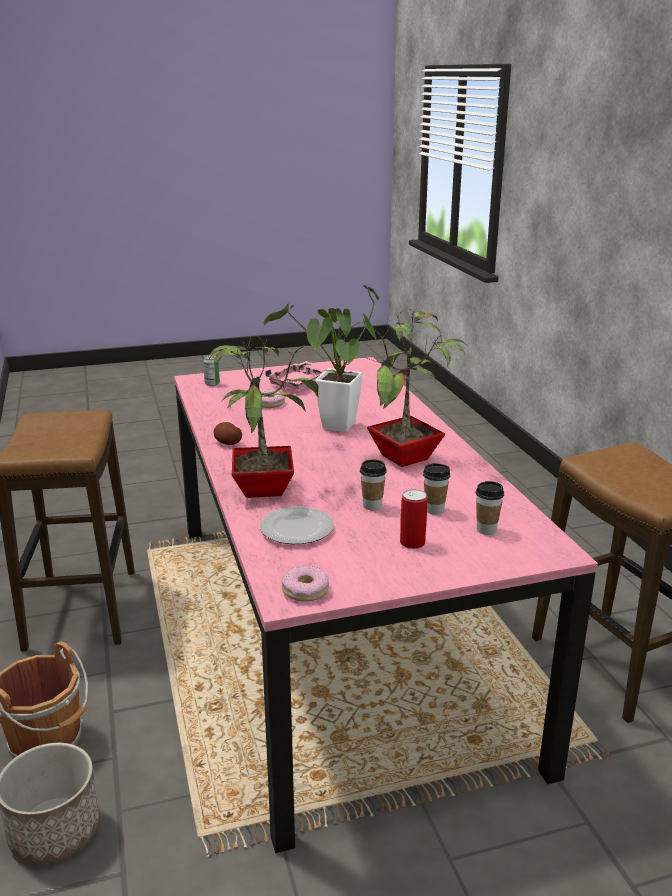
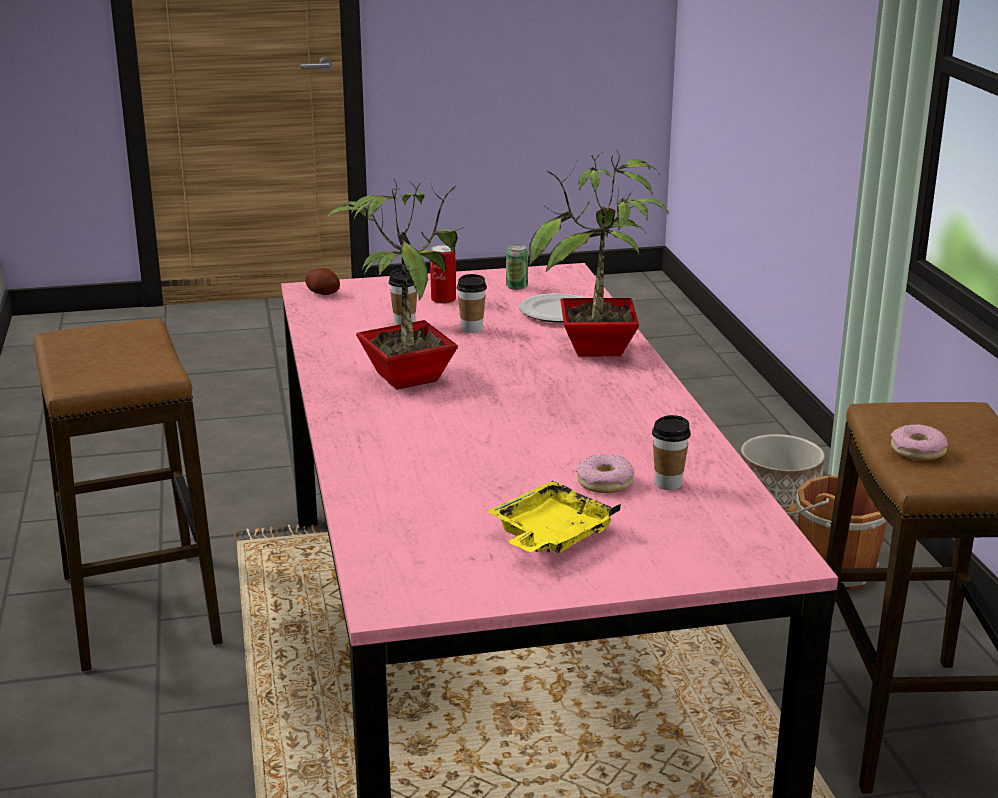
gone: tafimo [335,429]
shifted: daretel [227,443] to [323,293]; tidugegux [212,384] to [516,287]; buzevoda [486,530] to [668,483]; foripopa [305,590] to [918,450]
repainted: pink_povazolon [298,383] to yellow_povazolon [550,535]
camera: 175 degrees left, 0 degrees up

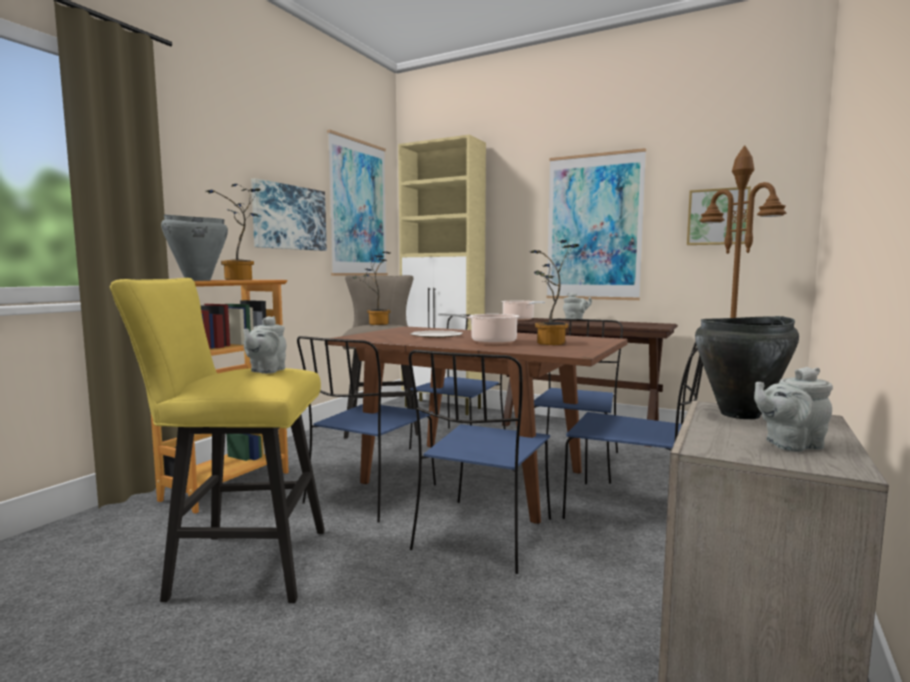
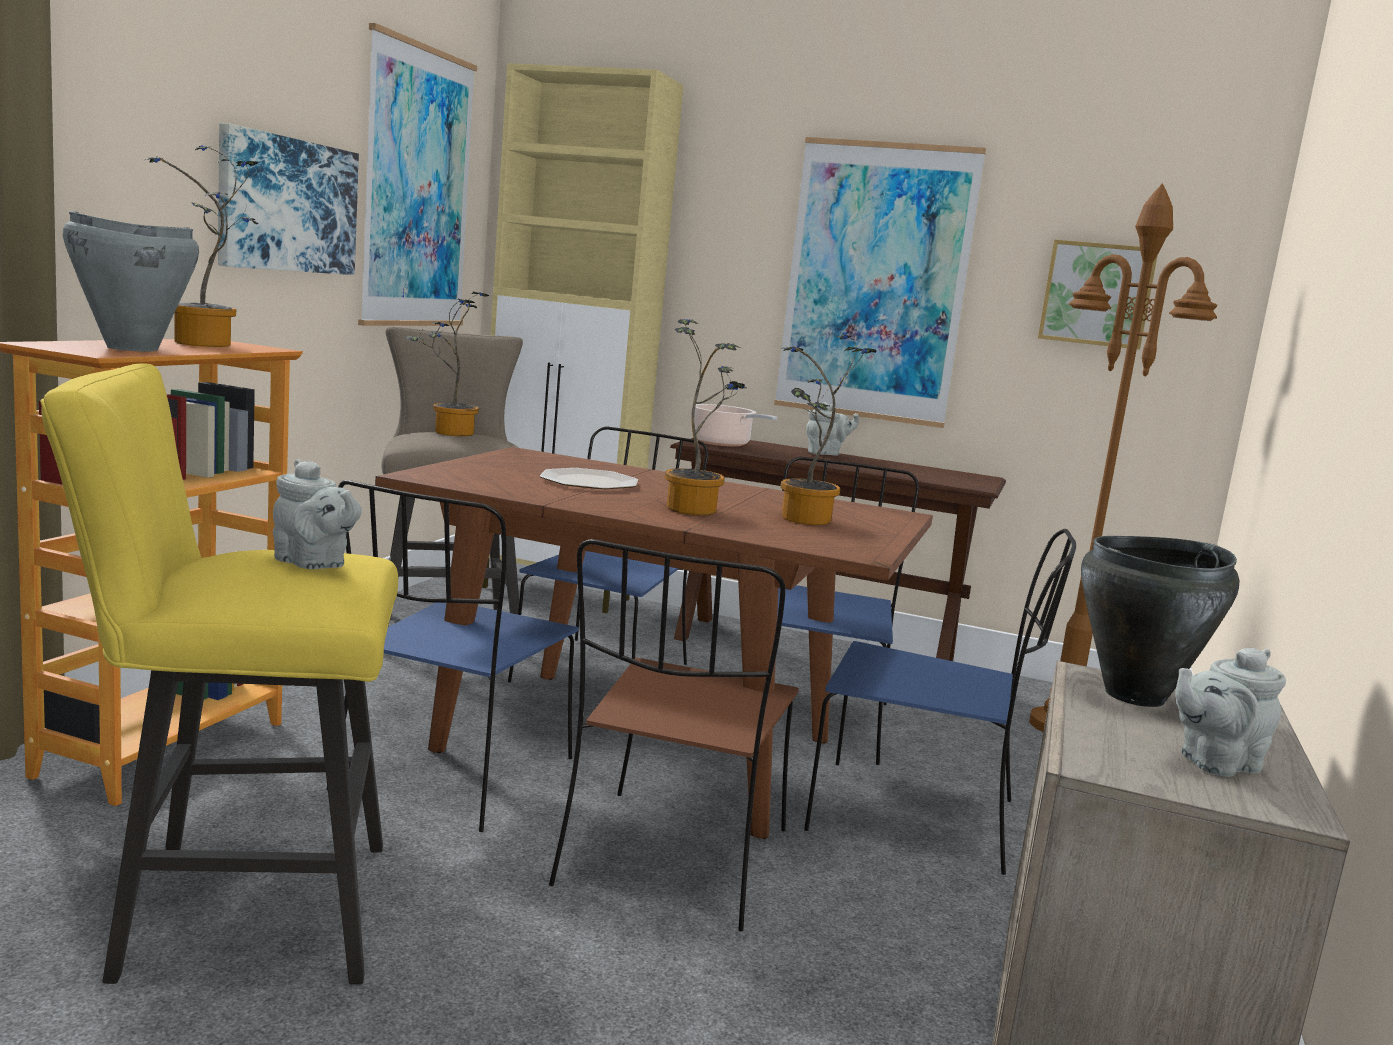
swapped: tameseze [490,342] to tafimo [697,509]
repainted: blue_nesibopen [483,536] to brown_nesibopen [672,861]
rotated: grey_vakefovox [266,371] = [314,564] 60 degrees counterclockwise
camera: 10 degrees left, 5 degrees up

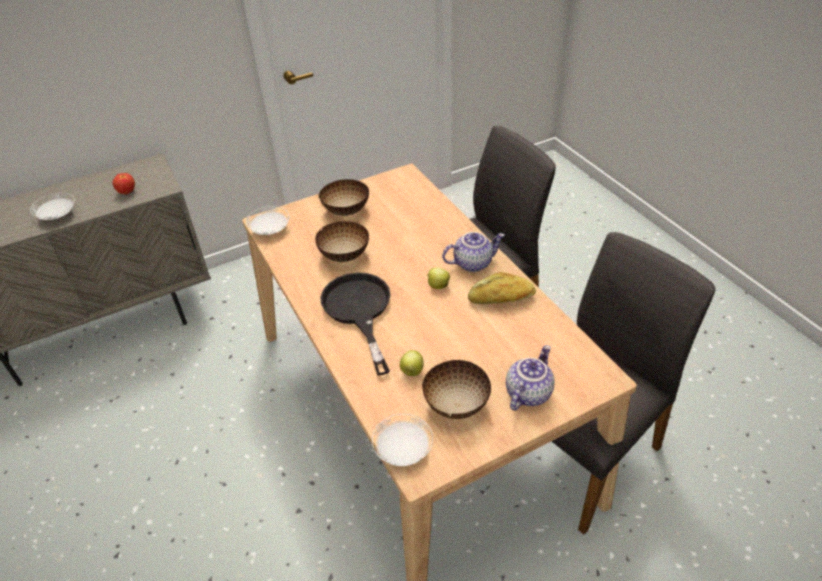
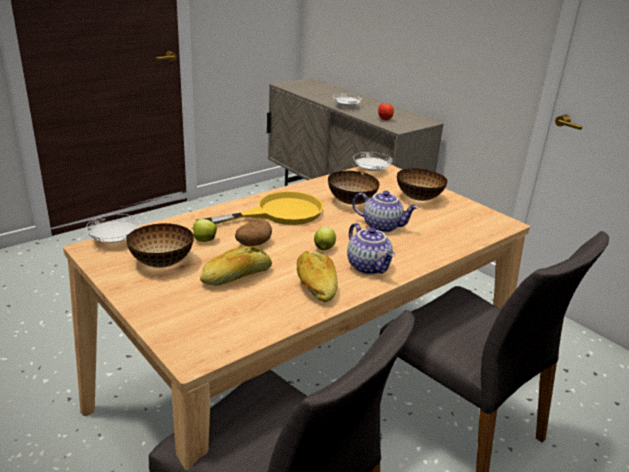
new: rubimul [237,277]; daretel [253,244]
shifted: vakefovox [527,392] to [382,226]
repainted: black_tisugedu [359,311] to yellow_tisugedu [278,213]
camera: 75 degrees right, 15 degrees down

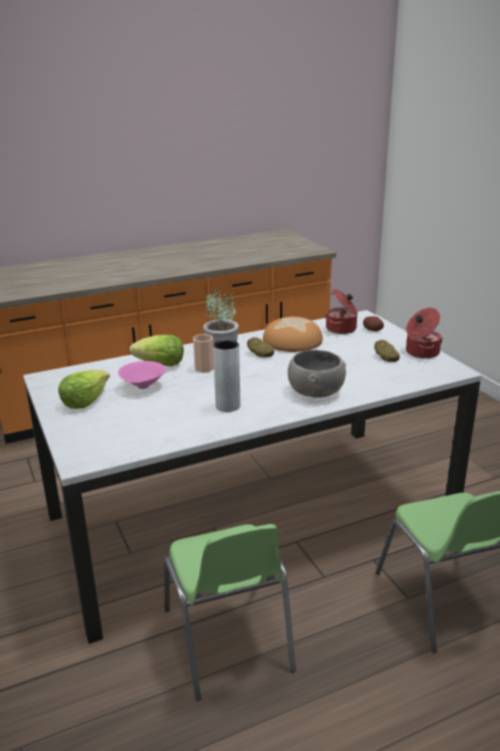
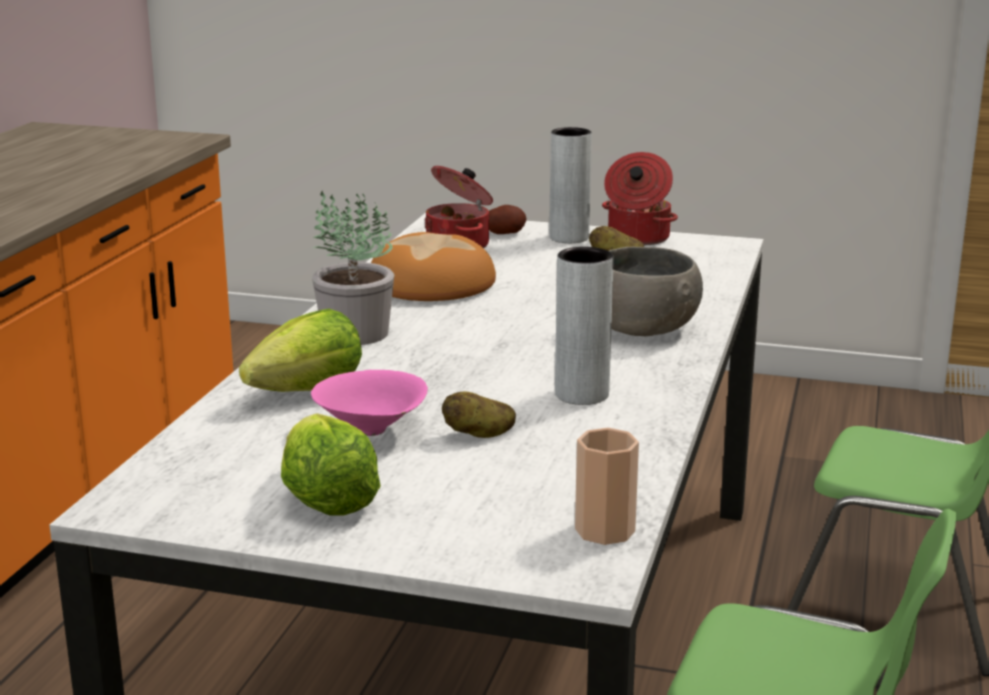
new: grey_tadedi [569,238]
shifted: daretel [260,355] to [479,434]; buzevoda [204,368] to [605,530]
camera: 50 degrees left, 5 degrees down

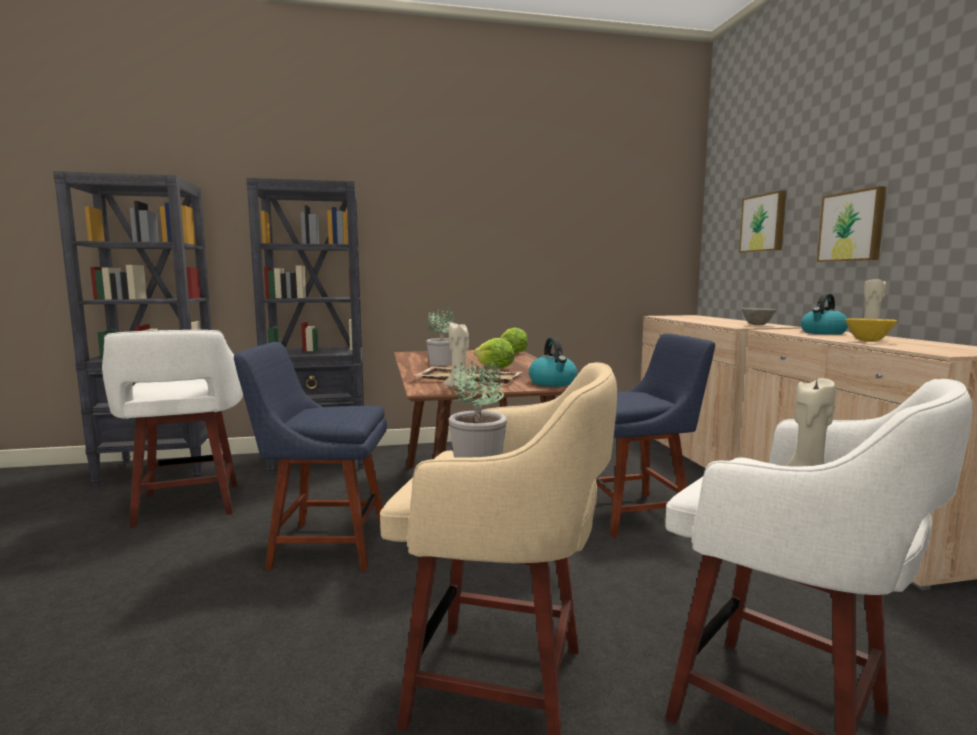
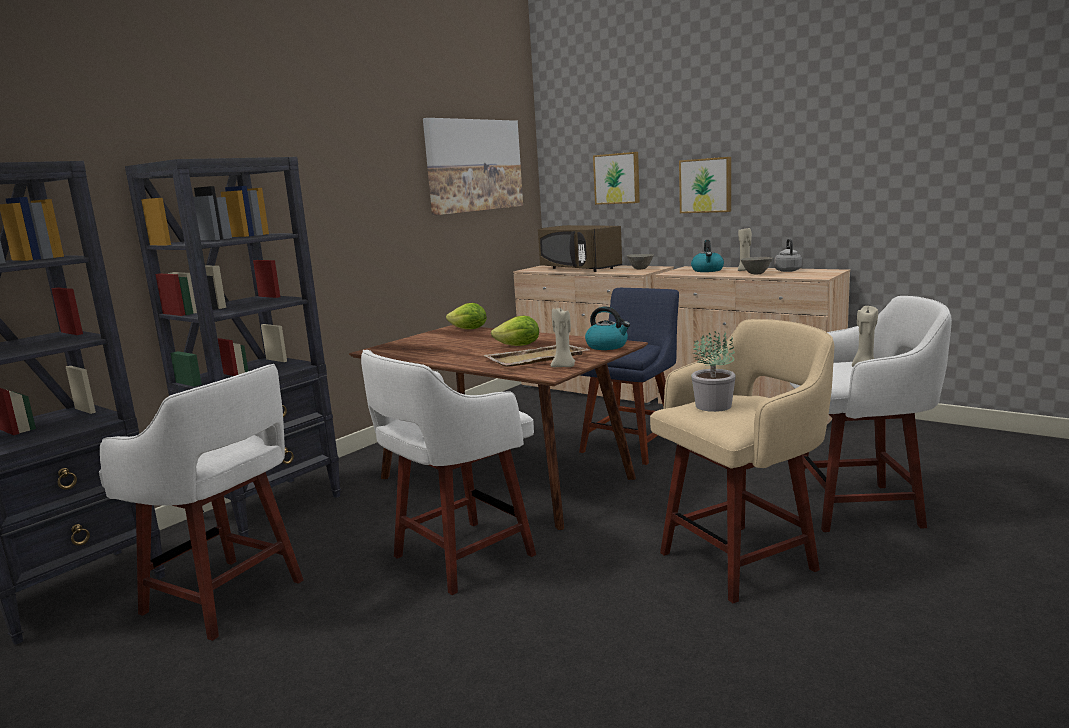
gone: tafimo [442,363]
new: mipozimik [474,165]; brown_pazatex [578,269]; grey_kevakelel [787,270]
swapped: blue_nesibopen [323,545] to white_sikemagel [459,558]
repainted: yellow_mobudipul [868,341] to grey_mobudipul [756,274]
camera: 40 degrees left, 5 degrees up

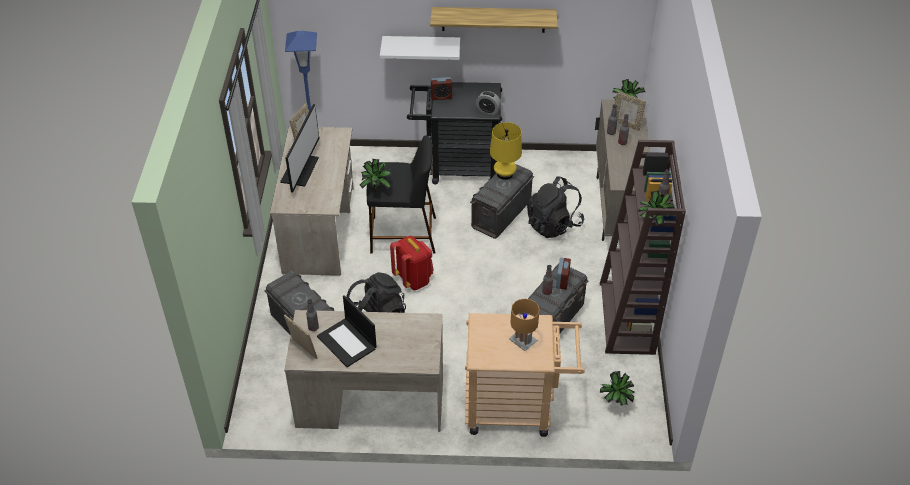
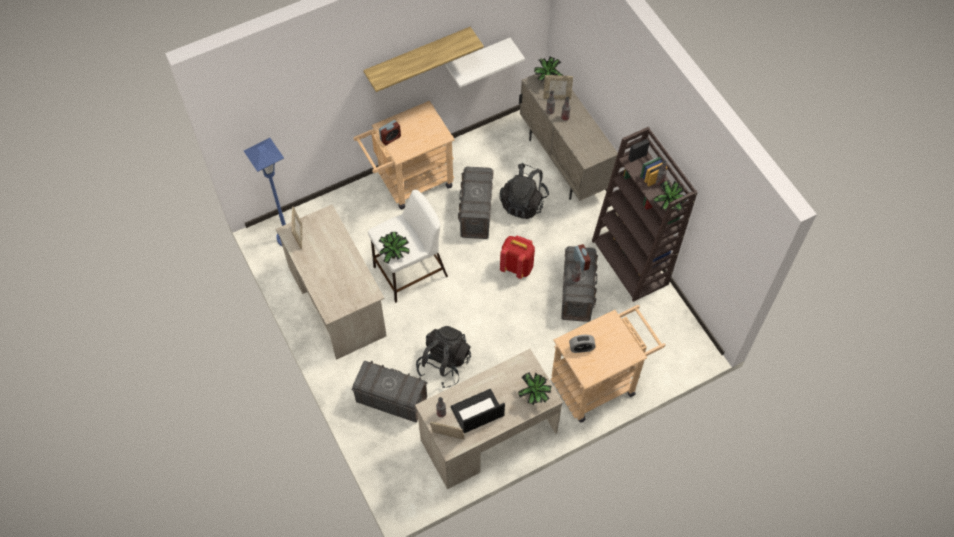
gone: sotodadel [300,170]; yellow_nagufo [504,174]; brown_nagufo [522,341]
shifted: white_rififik [421,47] to [478,58]; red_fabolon [413,279] to [517,267]; tafimo [615,403] to [534,397]; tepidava [488,110] to [581,348]
repainted: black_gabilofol [456,167] to beige_gabilofol [409,182]; black_sikemagel [402,235] to white_sikemagel [409,272]
rotated: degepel [347,342] = [477,412] 135 degrees clockwise
camera: 30 degrees left, 15 degrees up

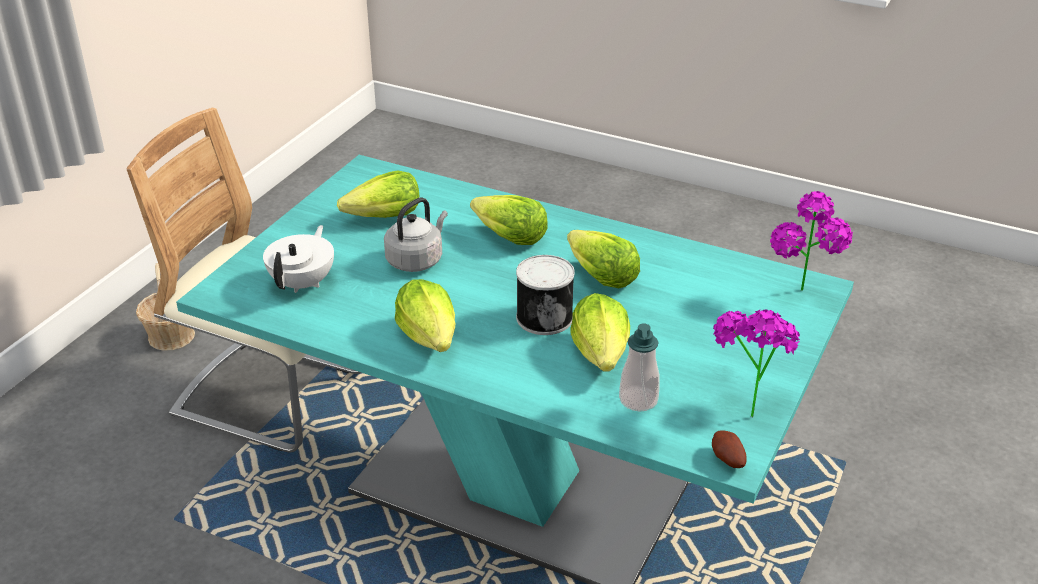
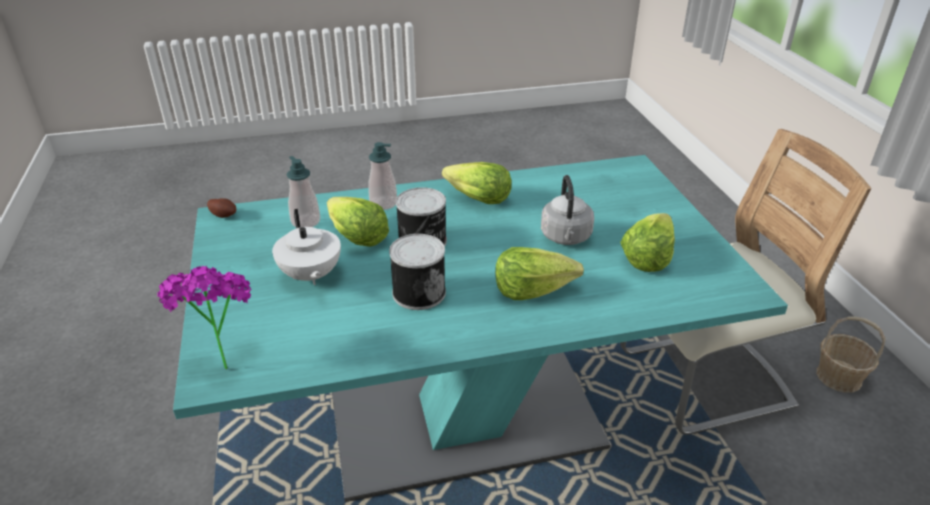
gone: tafimo [746,406]
new: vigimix [383,203]
shifted: white_vakefovox [303,283] to [310,276]
swapped: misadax [600,276] to tidugegux [418,292]
camera: 140 degrees right, 0 degrees up

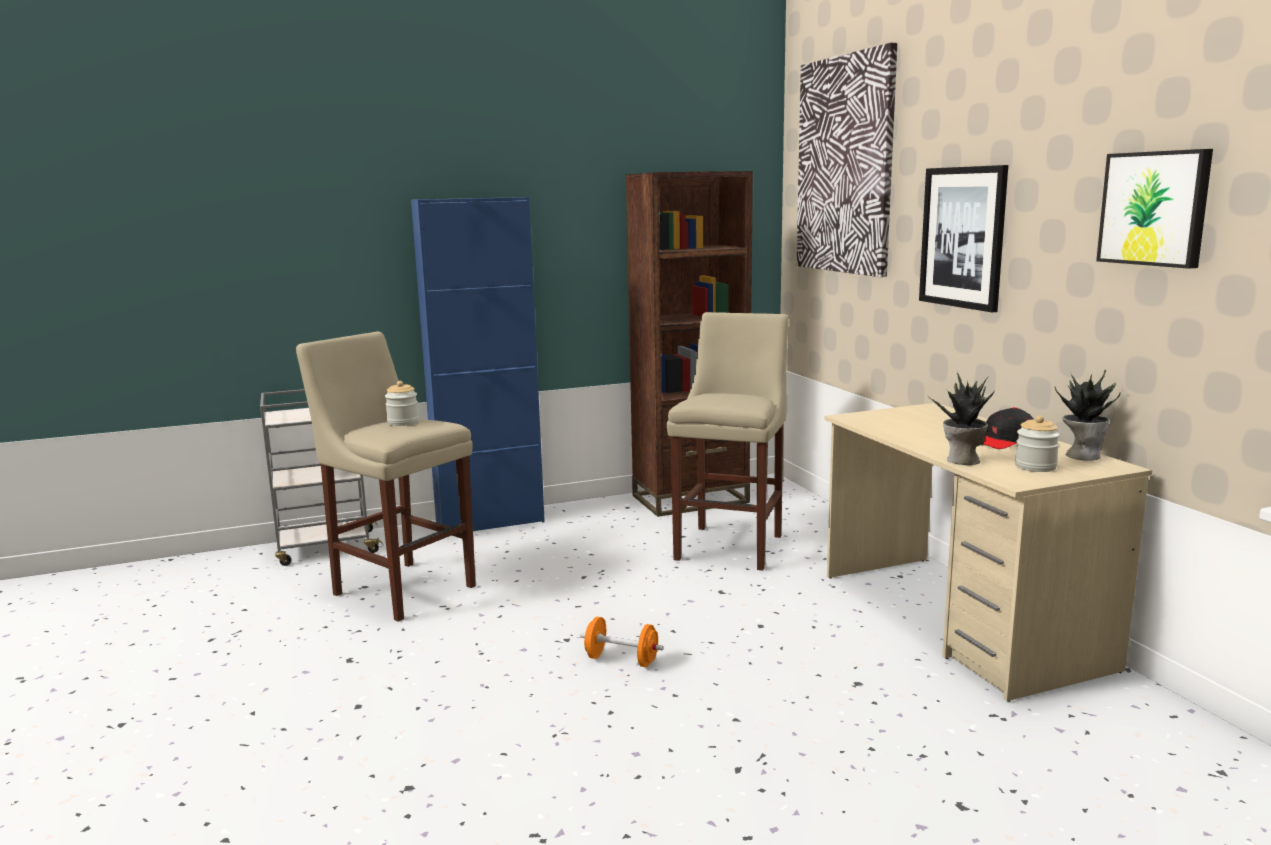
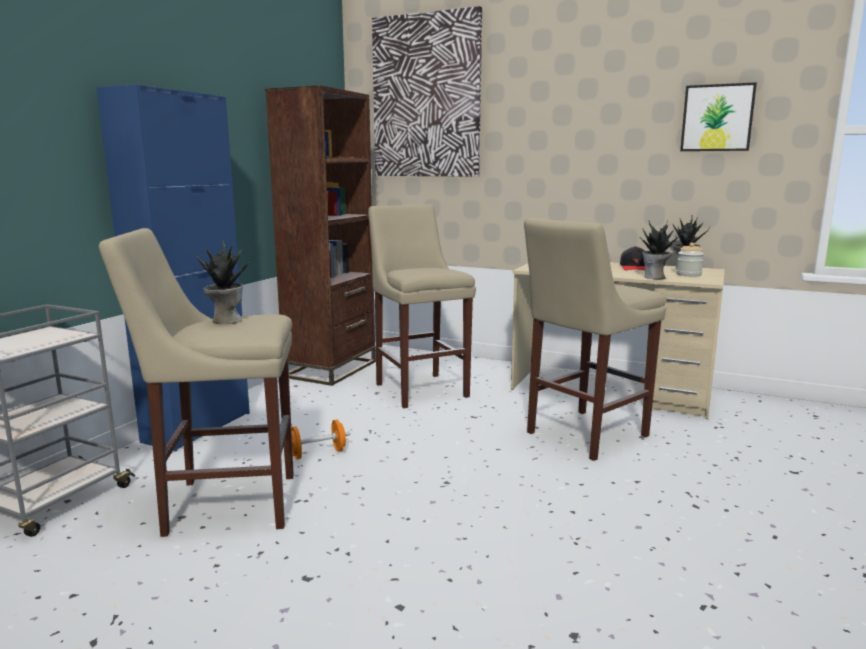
gone: mipozimik [963,237]
new: beige_sikemagel [582,435]
shifted: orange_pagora [621,660] to [317,454]
swapped: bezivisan [403,422] to tafimo [225,321]
camera: 45 degrees left, 0 degrees up

